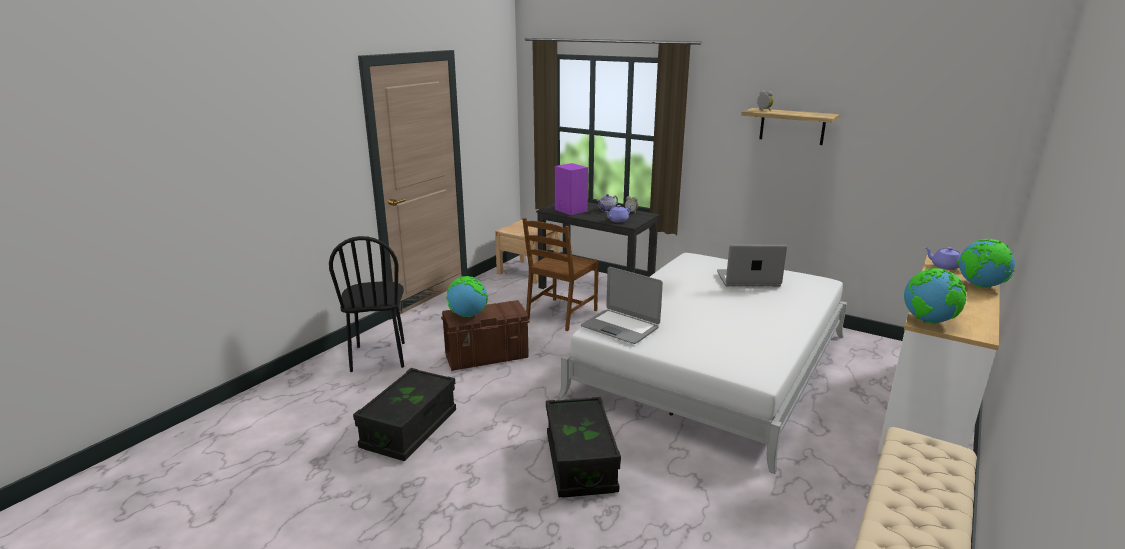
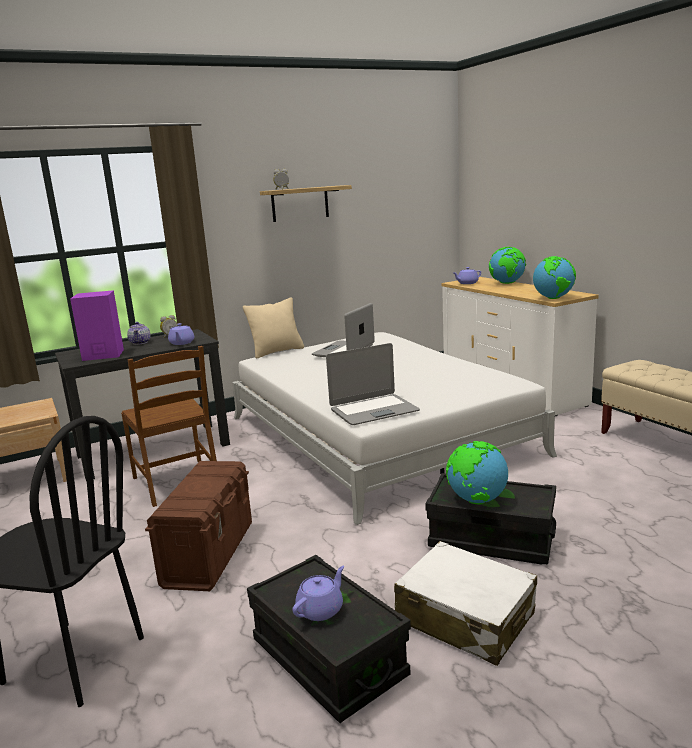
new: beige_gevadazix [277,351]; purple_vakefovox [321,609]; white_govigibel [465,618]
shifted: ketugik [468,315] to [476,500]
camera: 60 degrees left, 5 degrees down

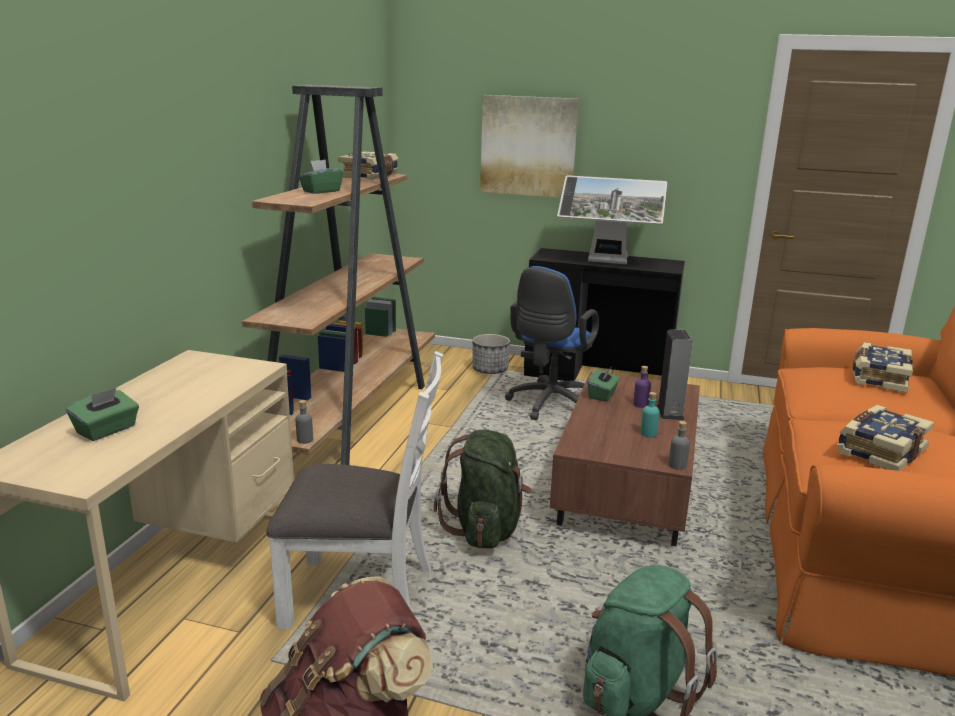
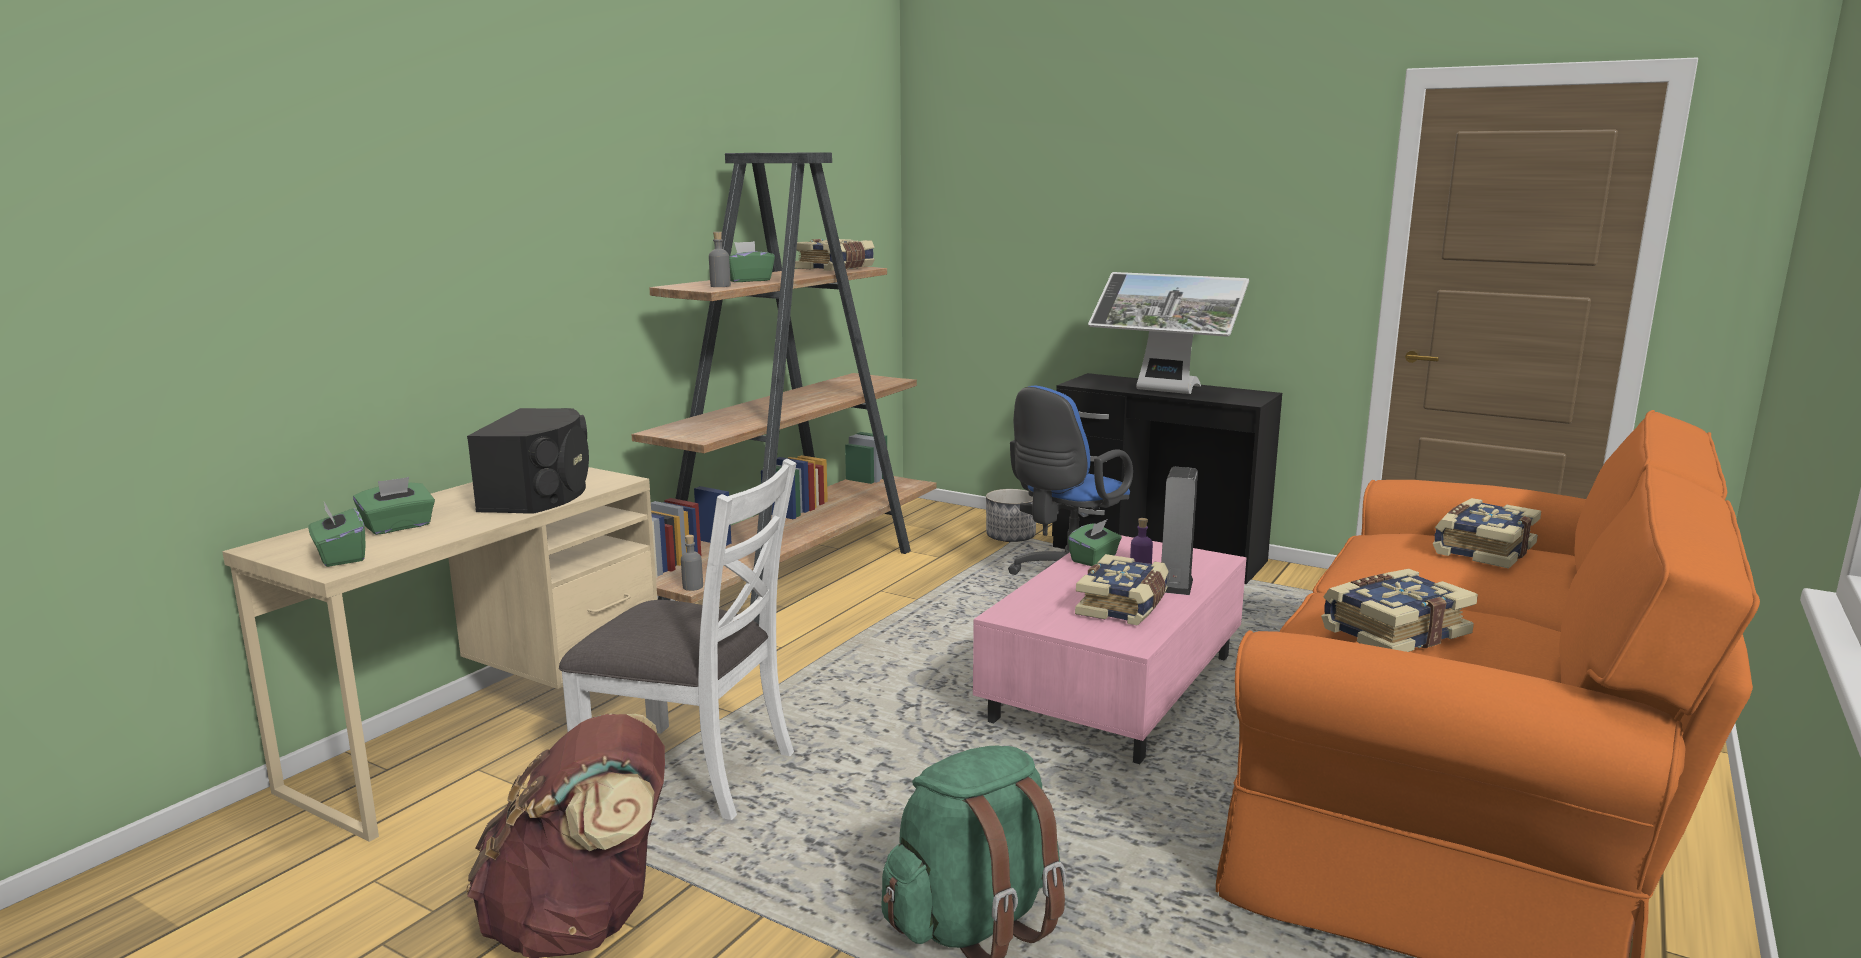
gone: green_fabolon [485,529]; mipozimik [528,146]
new: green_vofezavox [340,556]; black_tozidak [540,494]
shifted: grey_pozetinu [677,465] to [720,286]
swapped: turquoise_pozetinu [648,433] to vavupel [1124,606]
repainted: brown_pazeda [625,487] to pink_pazeda [1113,688]
camera: 15 degrees right, 5 degrees down

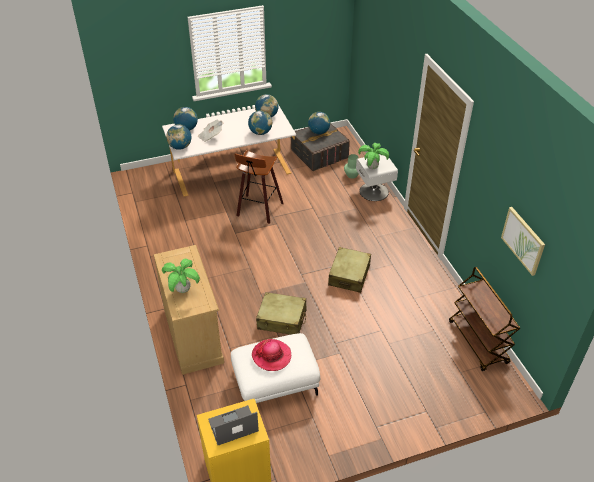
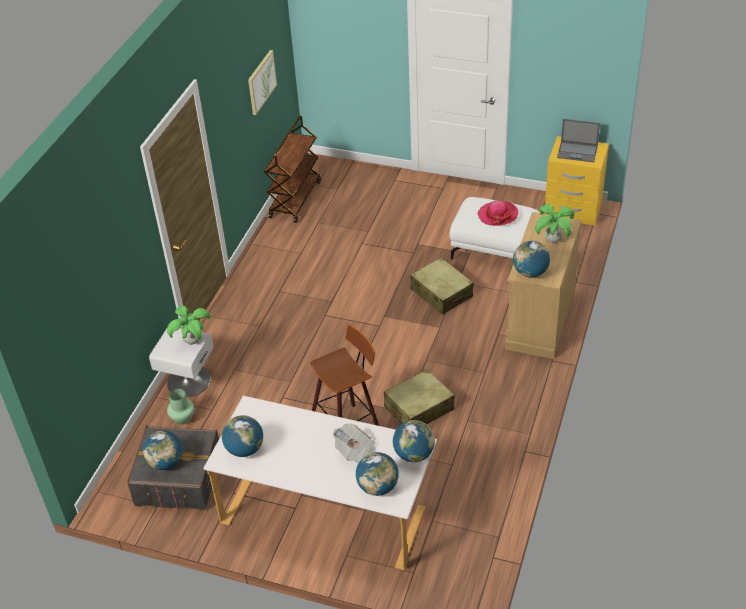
shifted: beige_govigibel [349,275] to [418,408]; ketugik [260,132] to [530,272]
camera: 140 degrees left, 0 degrees up

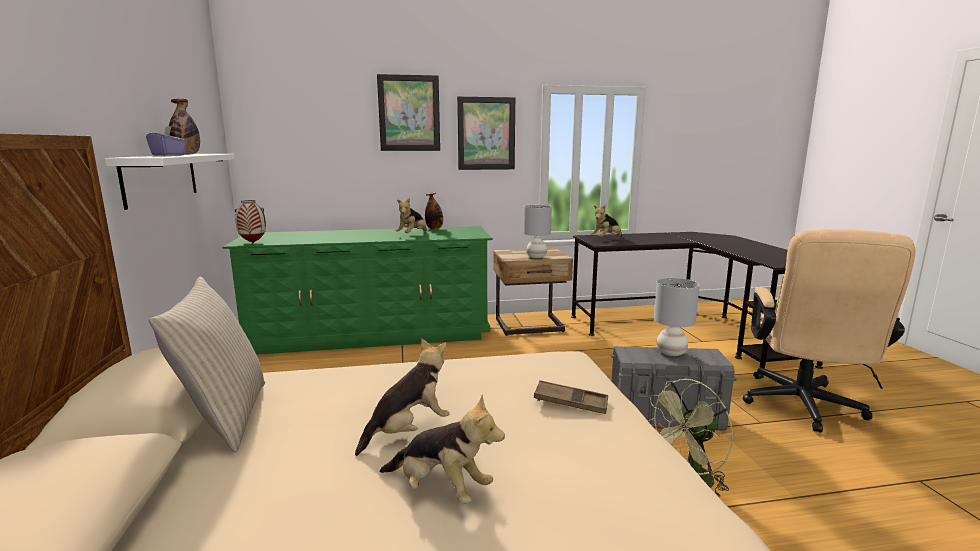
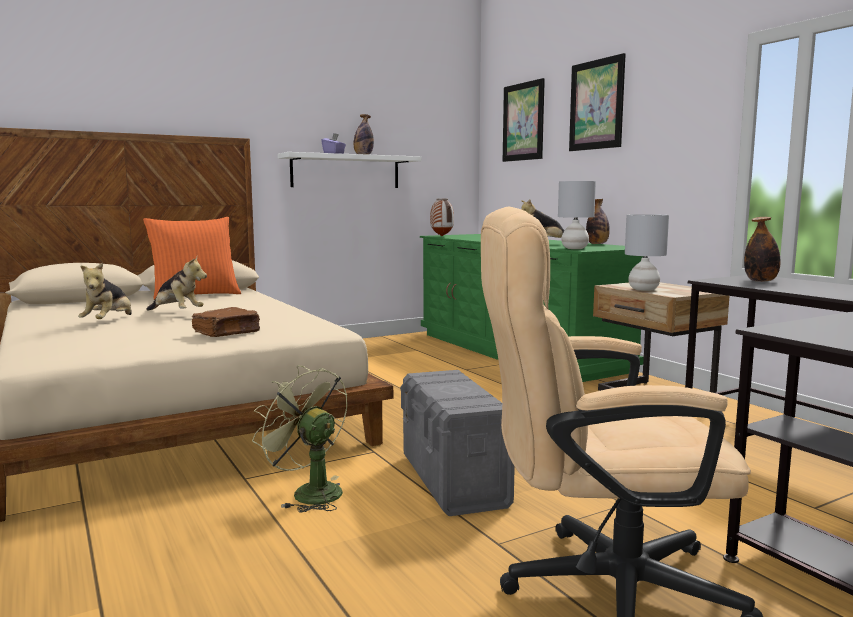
shifted: mipozimik [486,133] to [523,122]; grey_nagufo [671,353] to [574,248]
swapped: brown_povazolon [571,402] to brown_vavupel [227,333]; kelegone [606,239] to pozetinu [760,281]
repainted: beige_gevadazix [225,417] to orange_gevadazix [195,295]
camera: 70 degrees right, 5 degrees down

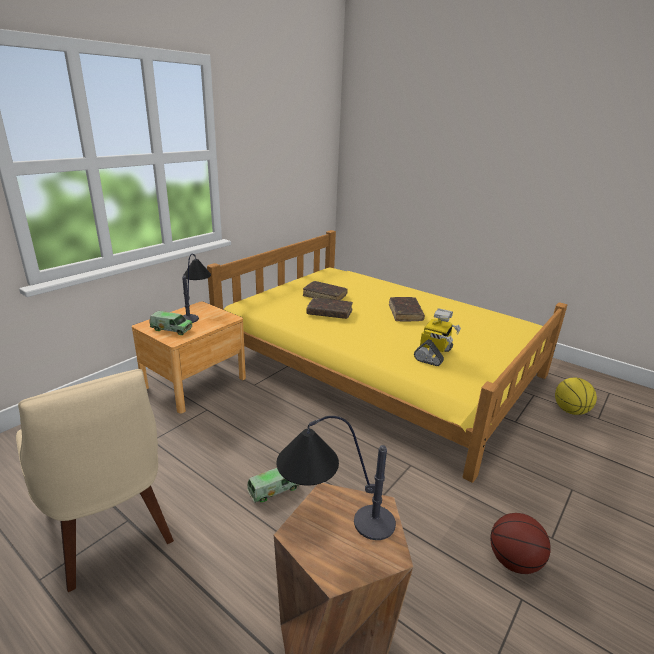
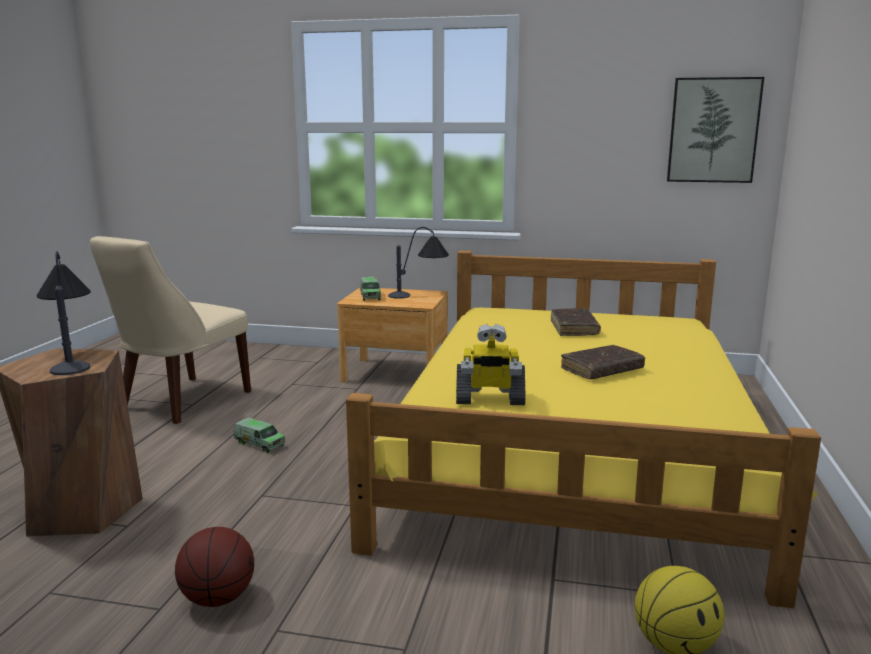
gone: brown_vavupel [329,313]
new: mipozimik [713,130]
camera: 65 degrees right, 10 degrees down

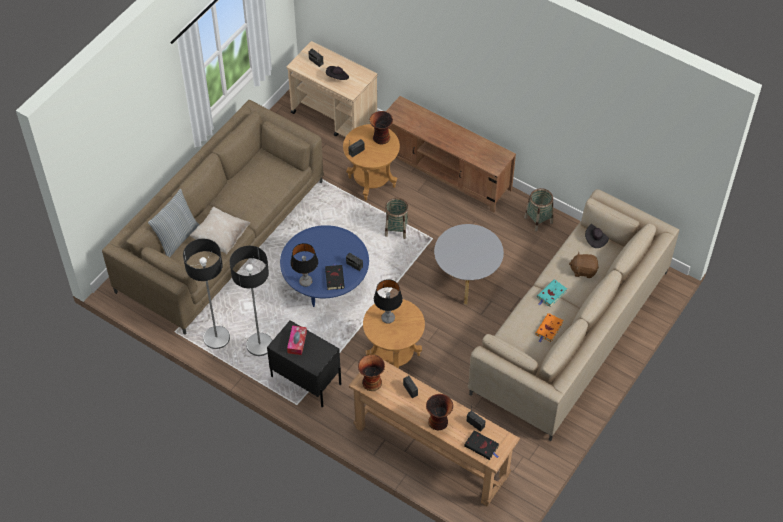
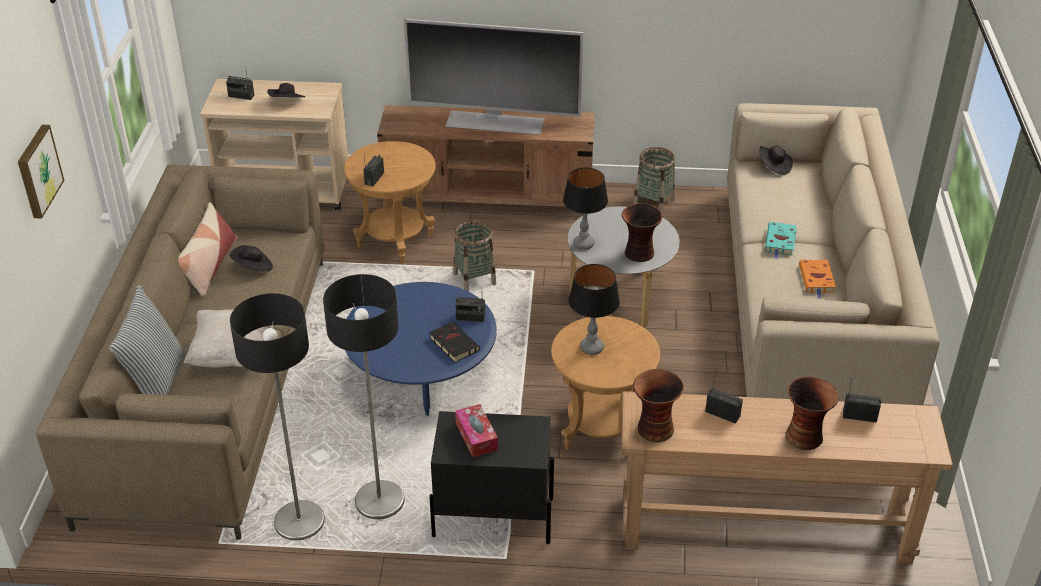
gone: black_vavupel [482,446]; brown_kelegone [583,270]
new: mipozimik [37,171]; gevadazix [209,266]; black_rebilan [253,267]; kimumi [495,122]
shifted: nagufo [305,282] to [583,244]; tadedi [381,138] to [639,254]
camera: 30 degrees left, 15 degrees down

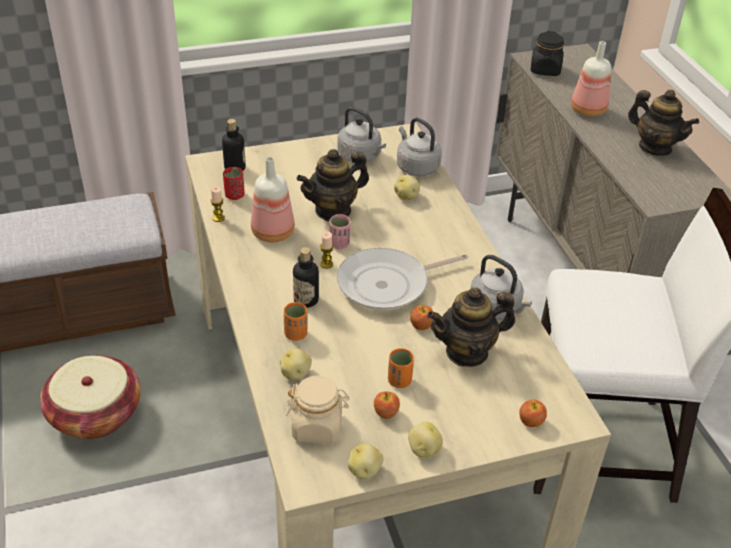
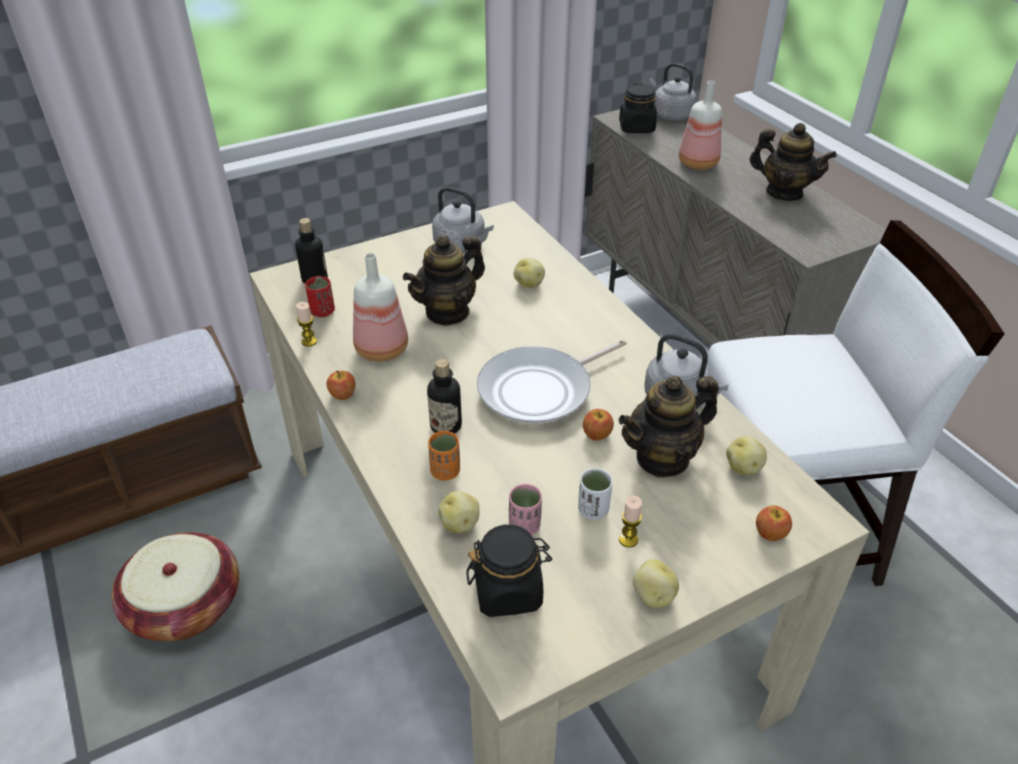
shifted: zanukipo [386,413] to [342,395]; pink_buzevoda [339,244] to [524,526]; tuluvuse [326,264] to [628,539]; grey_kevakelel [416,167] to [670,115]; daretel [365,470] to [744,467]
repainted: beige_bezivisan [317,427] to black_bezivisan [508,591]; orange_buzevoda [399,381] to white_buzevoda [593,510]
camera: 10 degrees left, 0 degrees up

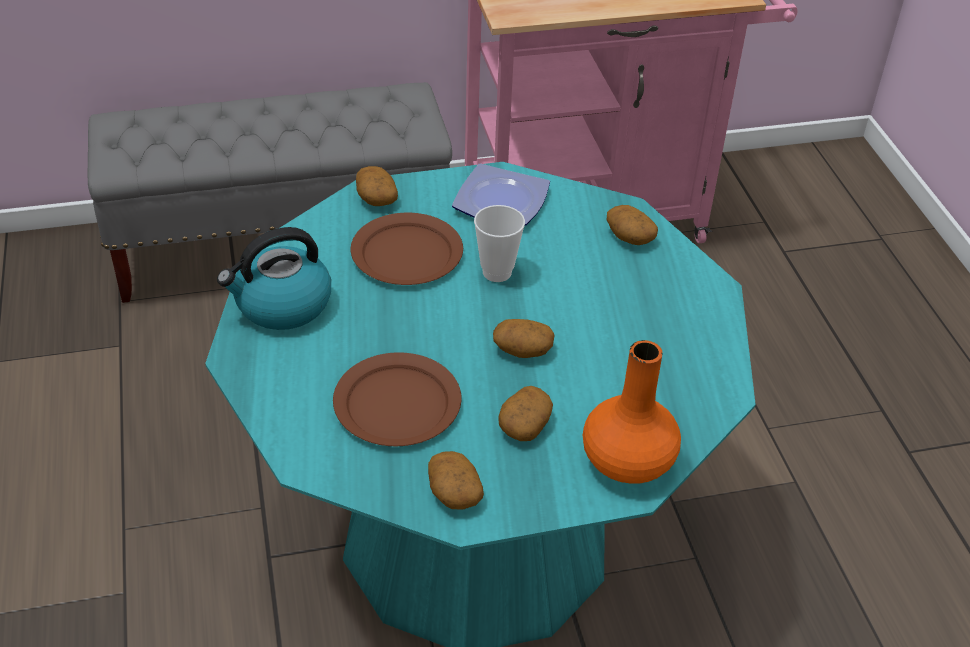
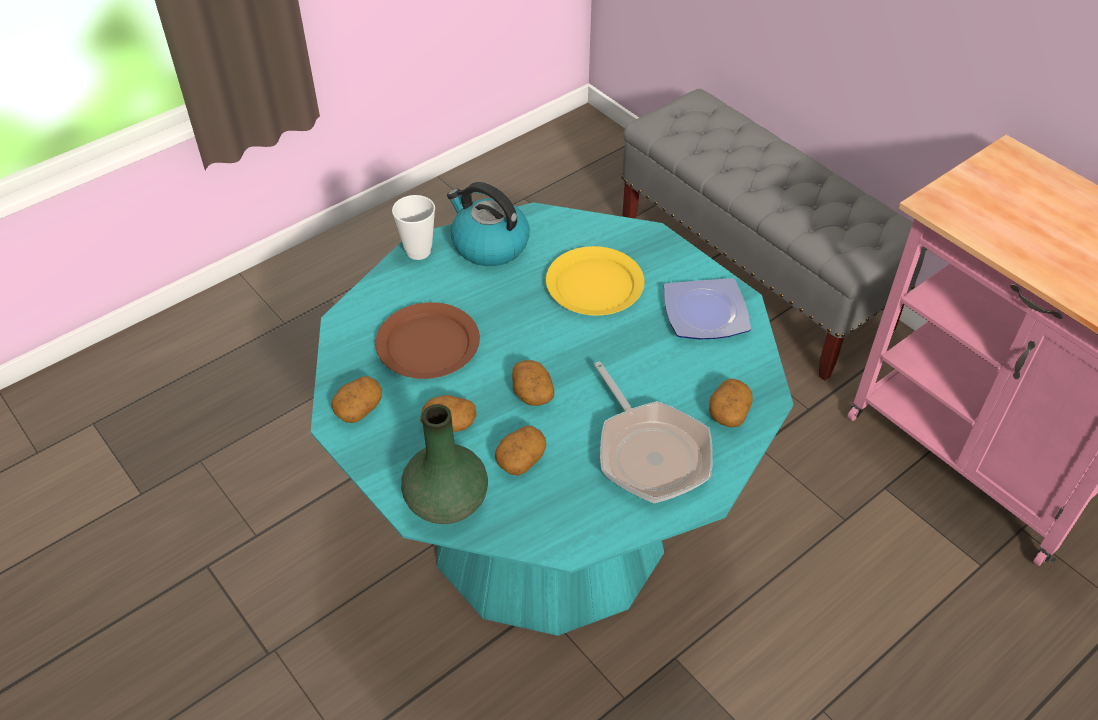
new: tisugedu [649,452]
shifted: buzevoda [497,272] to [418,251]; daretel [376,198] to [521,459]
repainted: orange_tadedi [628,462] to green_tadedi [446,502]; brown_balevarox [407,253] to yellow_balevarox [595,284]
camera: 65 degrees right, 5 degrees up

